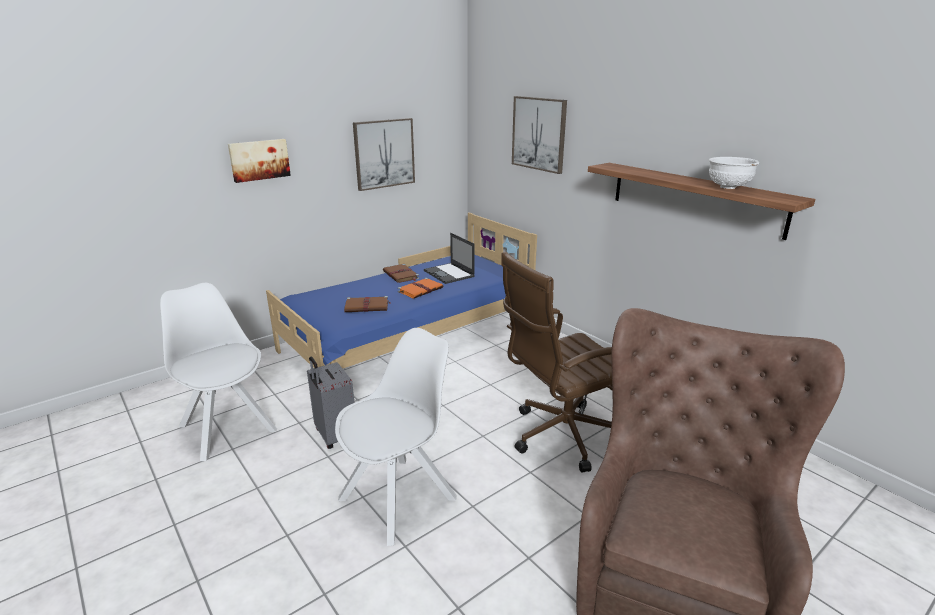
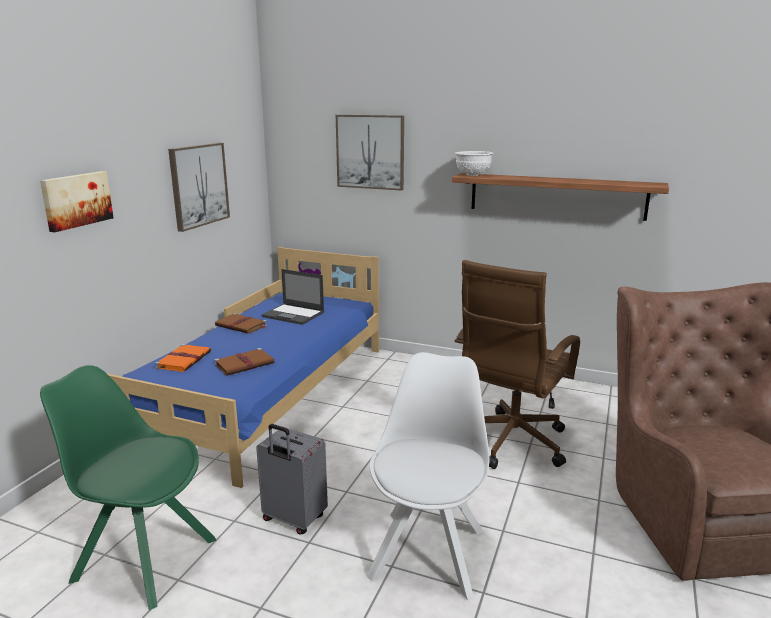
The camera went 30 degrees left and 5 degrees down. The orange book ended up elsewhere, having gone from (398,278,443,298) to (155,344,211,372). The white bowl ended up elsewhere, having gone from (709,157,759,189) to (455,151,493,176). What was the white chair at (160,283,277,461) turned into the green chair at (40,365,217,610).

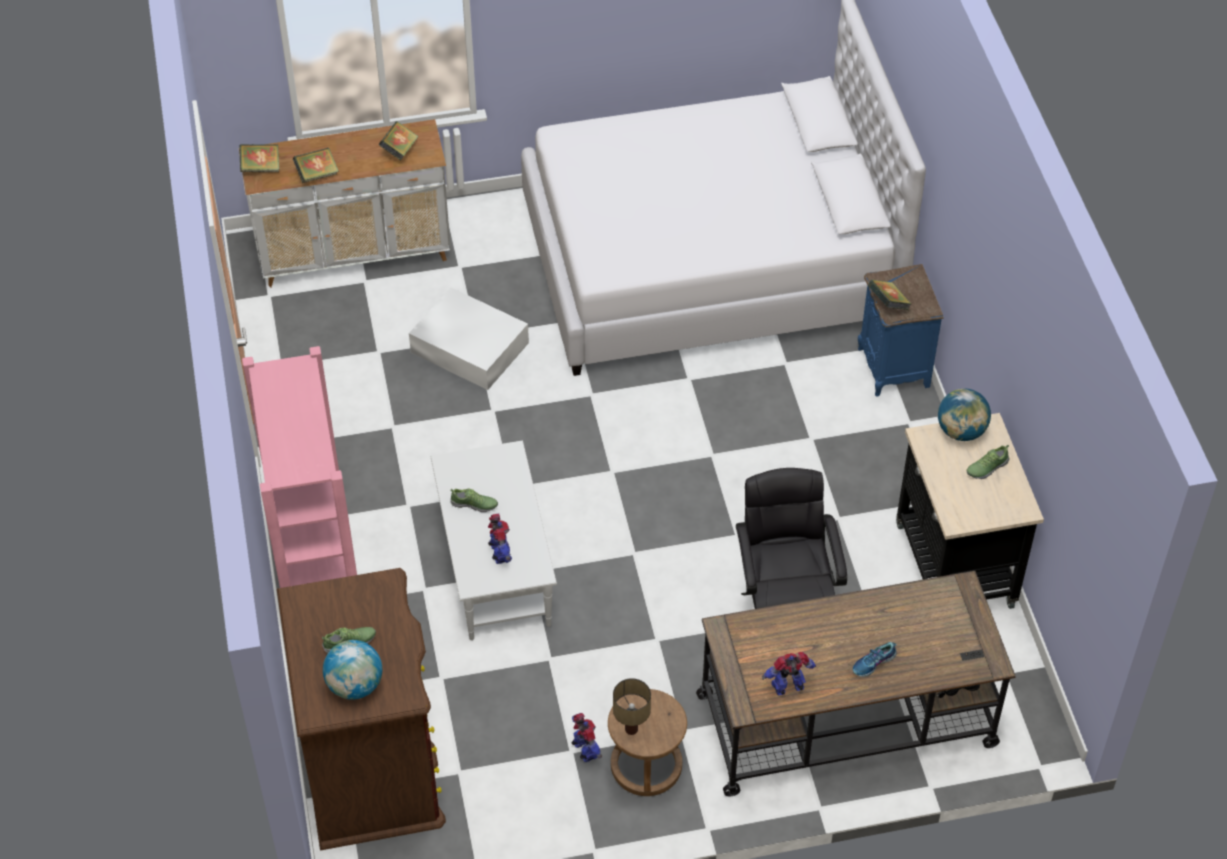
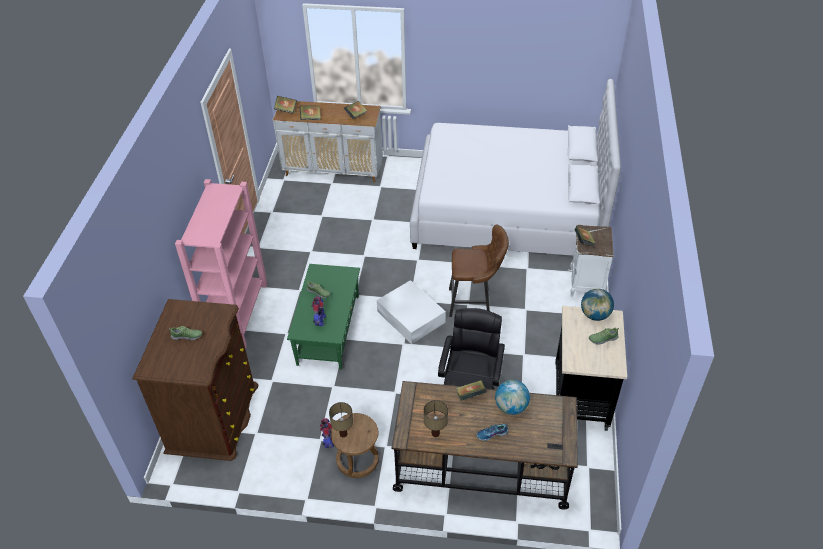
The camera went 20 degrees right and 5 degrees down. The second view gained the brown stool at (449,225,509,317). The second view gained the book at (456,380,487,401). The globe ended up elsewhere, having gone from (323,640,382,700) to (495,380,530,415). The white storage box ended up elsewhere, having gone from (409,287,529,390) to (377,280,446,344). Where the toy robot stood at (762,652,816,696), the table lamp came to stand at (424,400,448,437). What was the white coffee table at (431,441,557,640) turned into the green coffee table at (287,264,360,370). What was the blue nightstand at (858,264,944,396) turned into the white nightstand at (568,225,613,297).

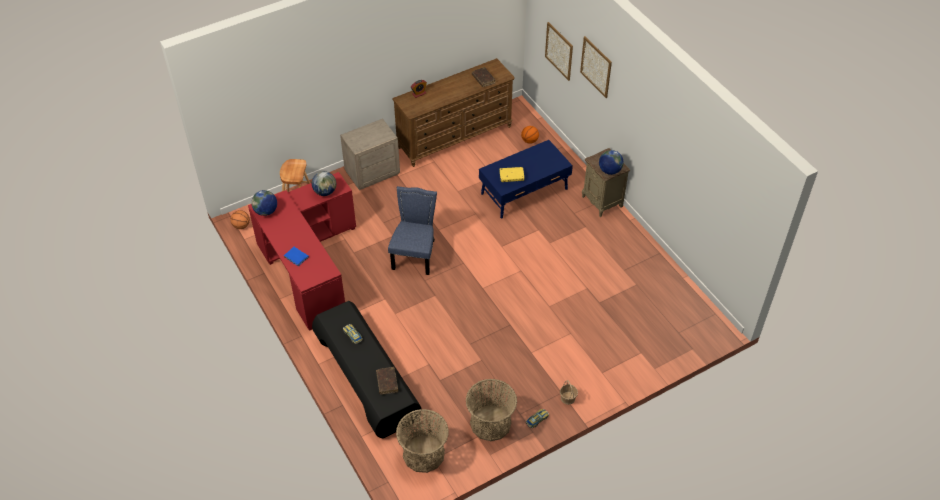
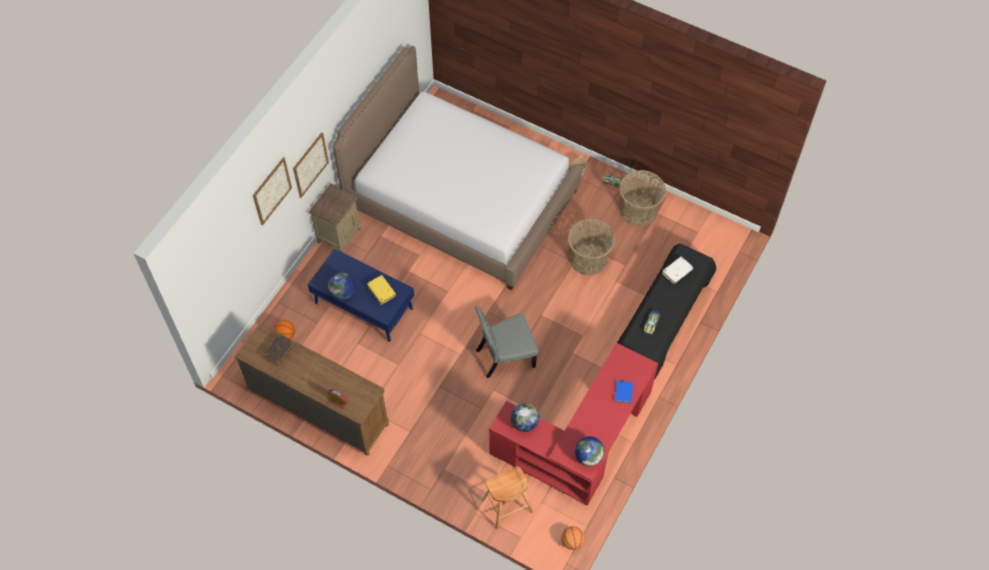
The camera went 120 degrees left and 10 degrees up. The second view lost the beige nightstand at (340,119,400,190). The second view gained the bed at (332,46,582,290). The basket ended up elsewhere, having gone from (396,409,449,473) to (568,218,615,275). The picture ended up elsewhere, having gone from (545,22,573,81) to (293,132,329,198). The globe ended up elsewhere, having gone from (599,150,624,175) to (328,273,355,299). What was the brown book at (376,367,398,394) turned into the white book at (662,257,693,284). What was the blue chair at (388,186,437,275) turned into the grey chair at (475,306,539,378).

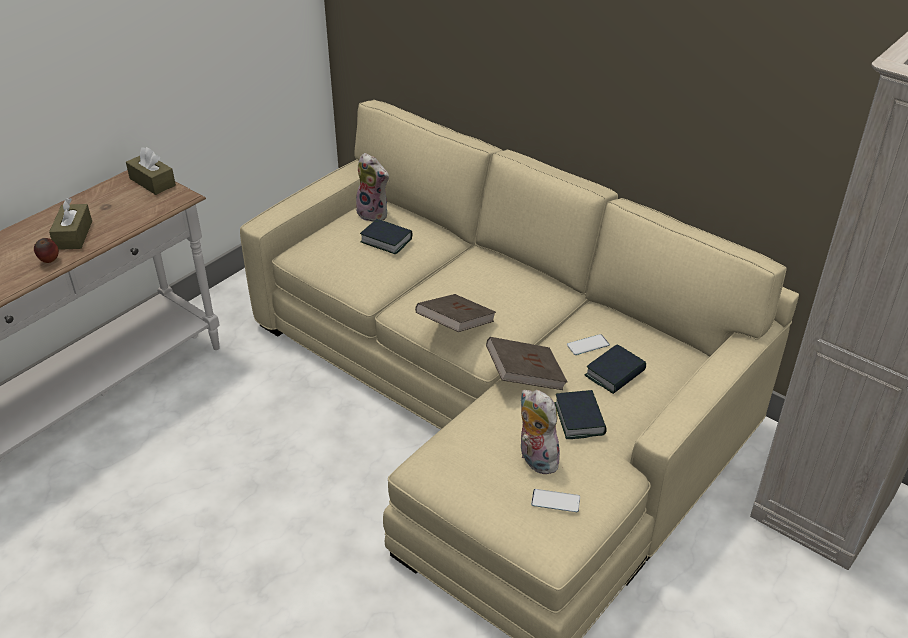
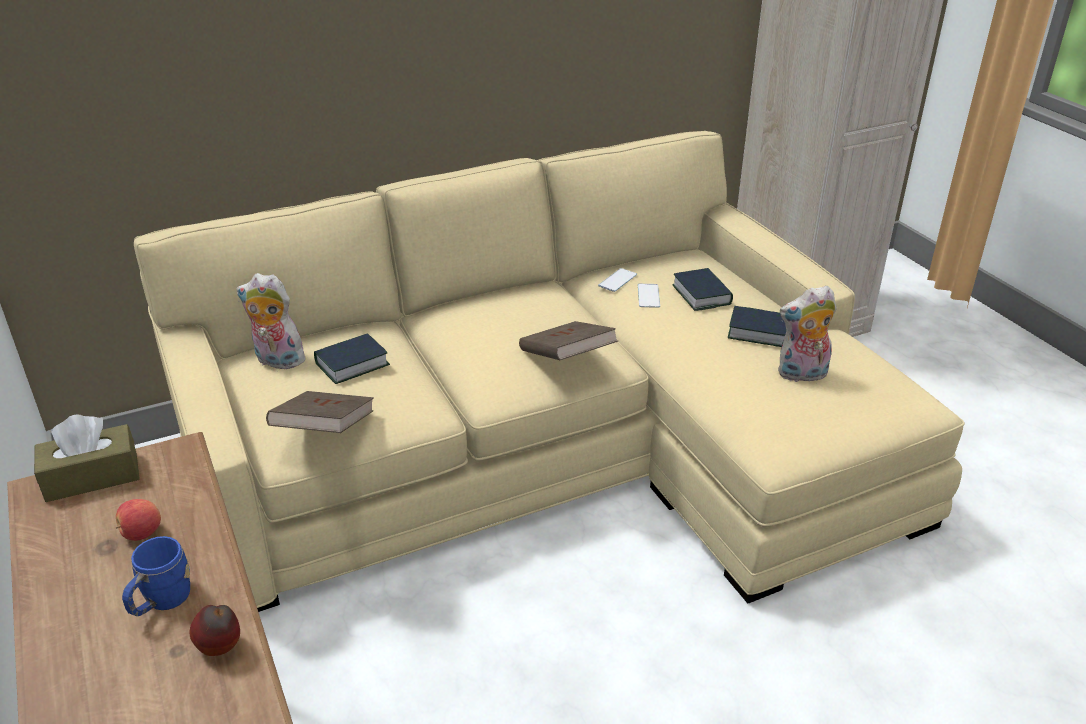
The camera went 65 degrees left and 5 degrees down. The second view gained the apple at (116,499,161,541). The brown book ended up elsewhere, having gone from (486,337,567,390) to (266,391,374,433). The phone ended up elsewhere, having gone from (531,489,580,512) to (598,268,637,292). Where the brown tissue box stood at (49,198,92,250), the blue mug came to stand at (122,536,190,616). The plush toy at (356,153,389,221) ended up facing another way, 135 degrees counterclockwise from before.

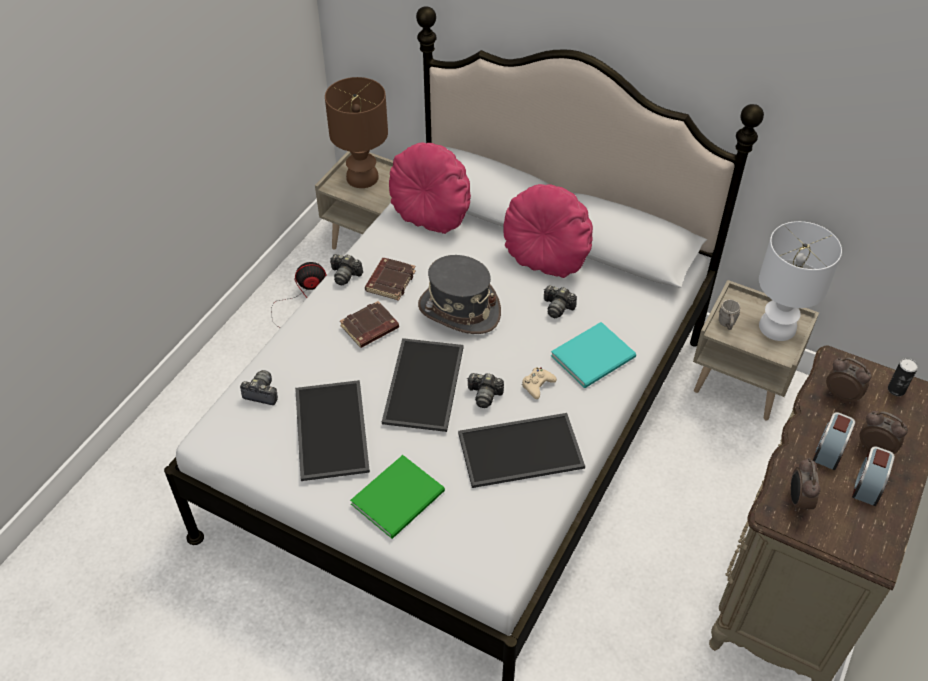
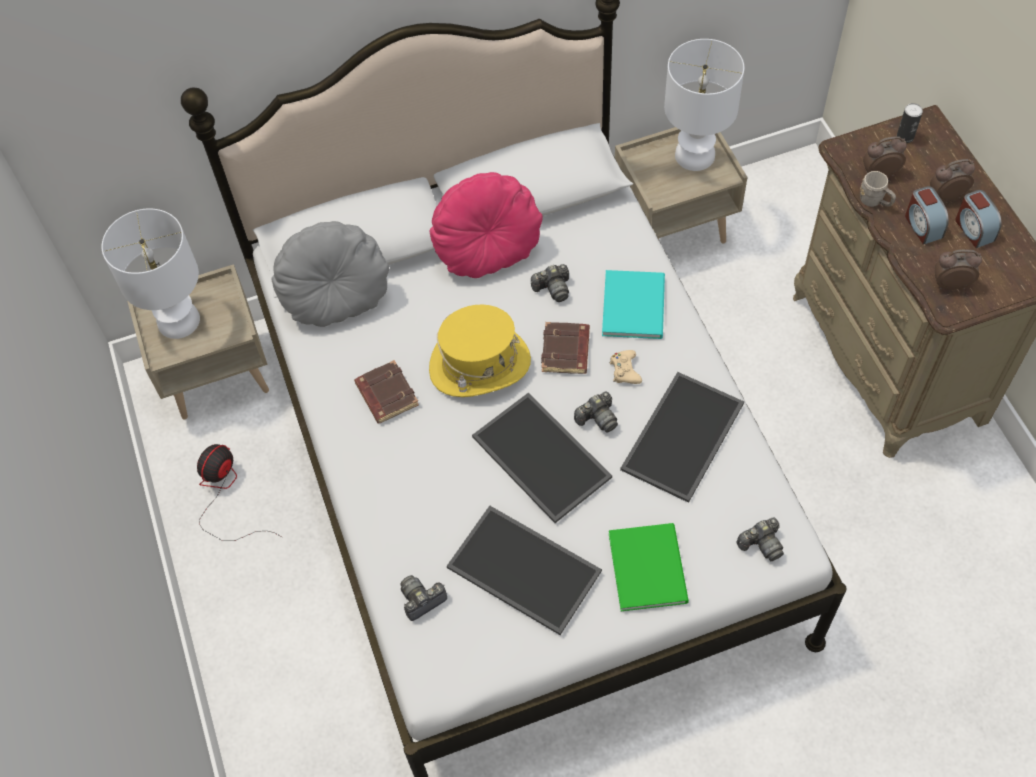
The camera went 45 degrees left and 10 degrees up. The photo camera ended up elsewhere, having gone from (330,254,363,285) to (737,518,784,561). The brown book ended up elsewhere, having gone from (340,301,399,348) to (541,322,590,374). The grey mug ended up elsewhere, having gone from (719,299,740,330) to (860,171,896,207). What was the brown table lamp at (325,77,388,188) turned into the white table lamp at (102,208,200,339). What was the pink pillow at (389,142,471,234) turned into the grey pillow at (271,221,389,327). What was the grey hat at (418,255,501,334) turned into the yellow hat at (429,304,531,397). The alarm clock at (791,458,820,511) ended up facing another way, 135 degrees clockwise from before.

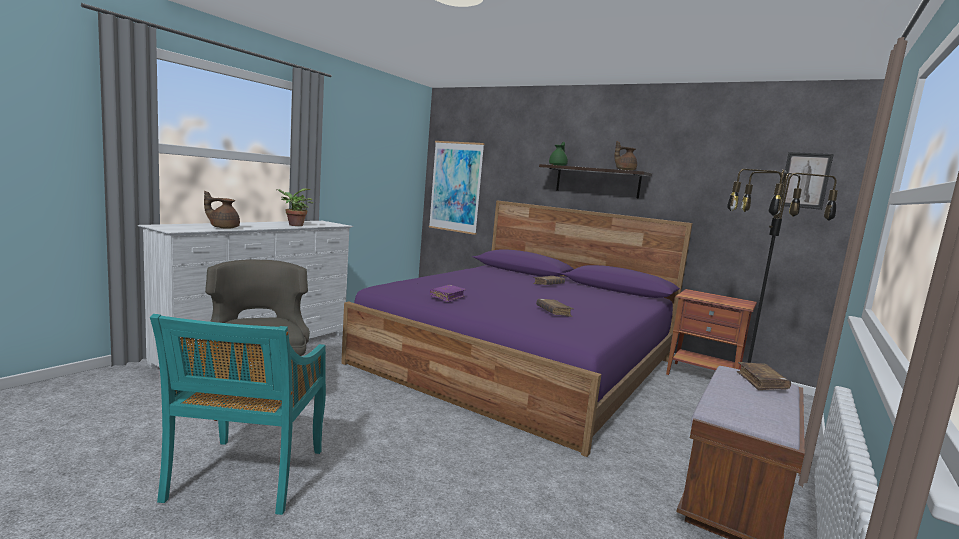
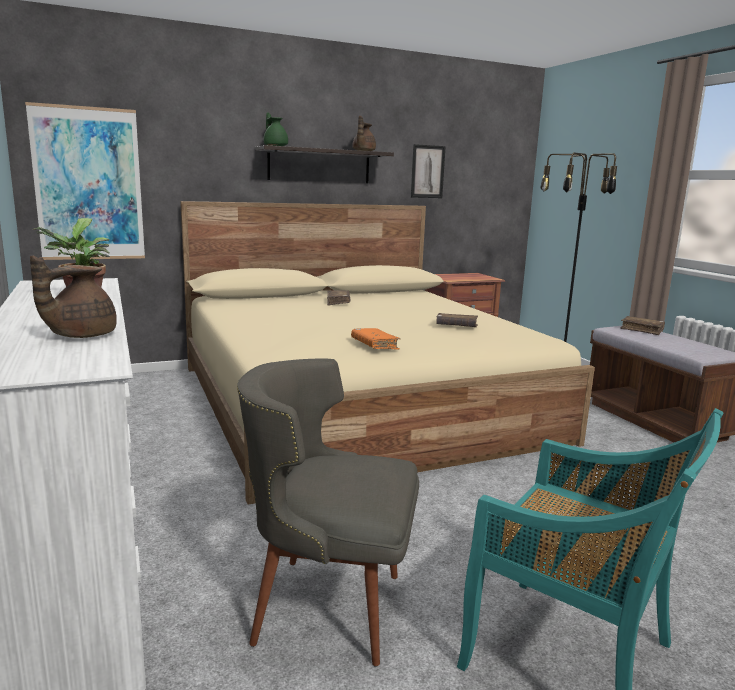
The camera went 55 degrees left and 5 degrees up. The picture ended up elsewhere, having gone from (782,152,834,210) to (411,144,446,198). What was the purple bed at (341,201,693,457) turned into the beige bed at (180,201,595,505). What was the purple book at (430,285,466,302) turned into the orange book at (351,328,400,349).

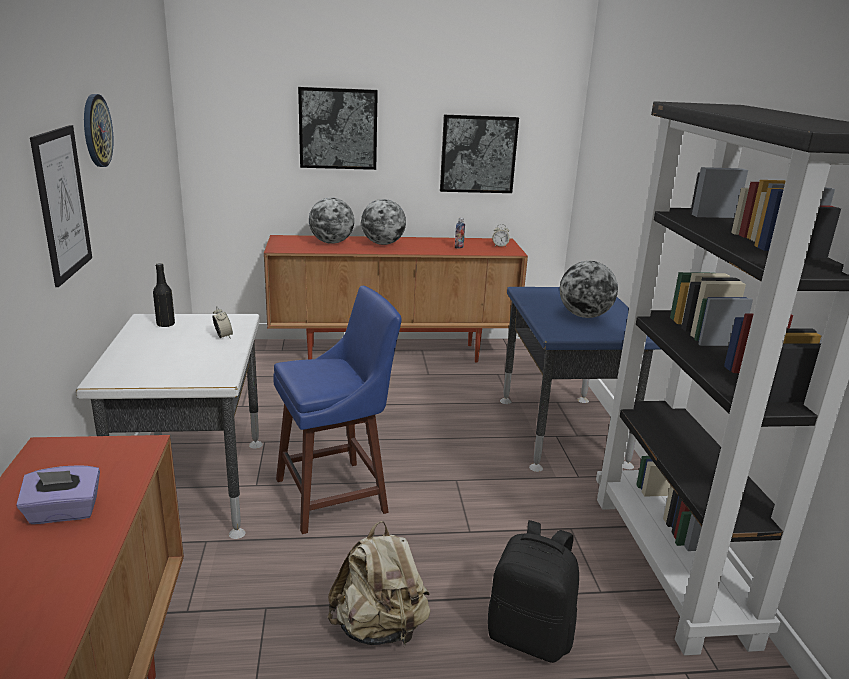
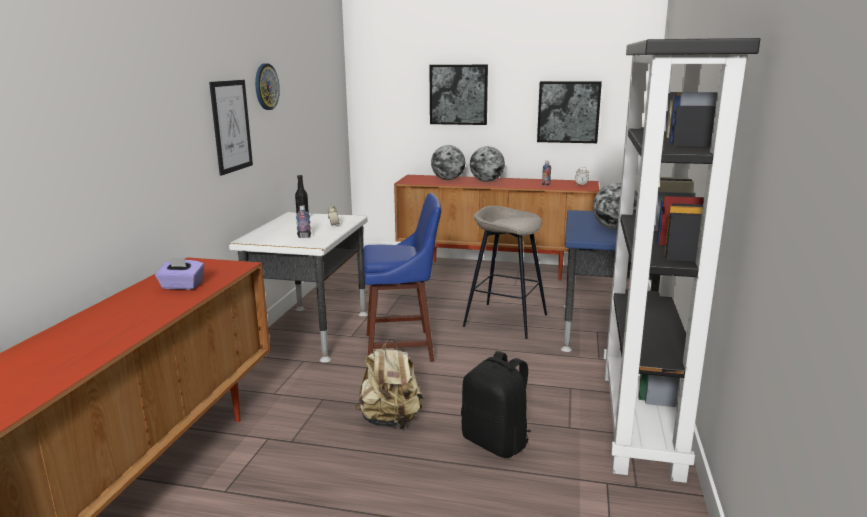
The camera went 20 degrees right and 5 degrees down. The second view gained the bottle at (296,206,311,238). The second view gained the grey stool at (463,206,547,339).

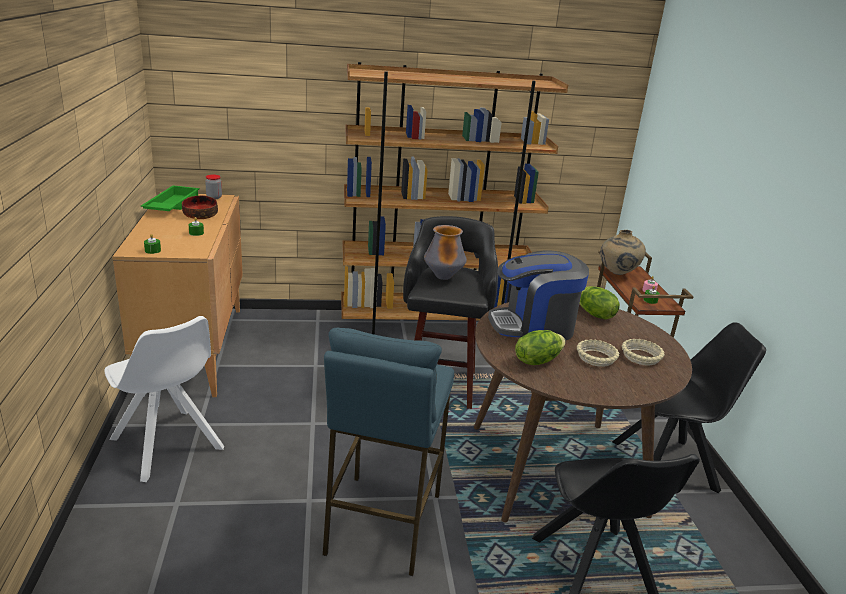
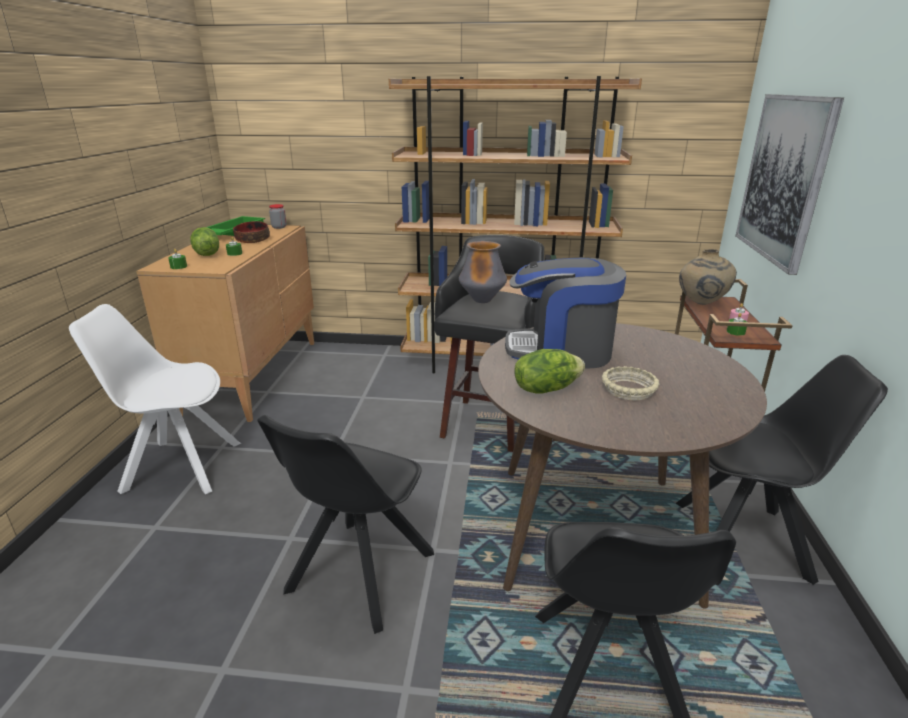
The camera went 15 degrees right and 0 degrees up. The second view lost the beige bowl at (622,339,665,366). The second view gained the picture at (735,94,844,275). The lettuce ended up elsewhere, having gone from (579,286,620,320) to (190,227,219,256). Where the blue stool stood at (323,328,454,576), the black chair came to stand at (257,415,434,634). The white chair at (104,316,224,482) ended up facing another way, 120 degrees clockwise from before.

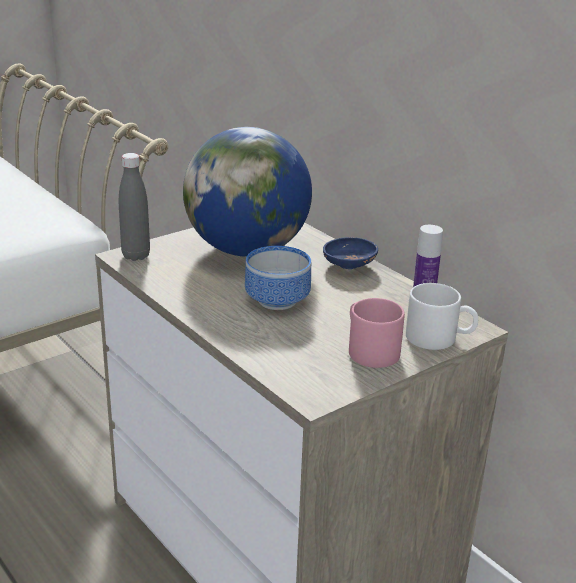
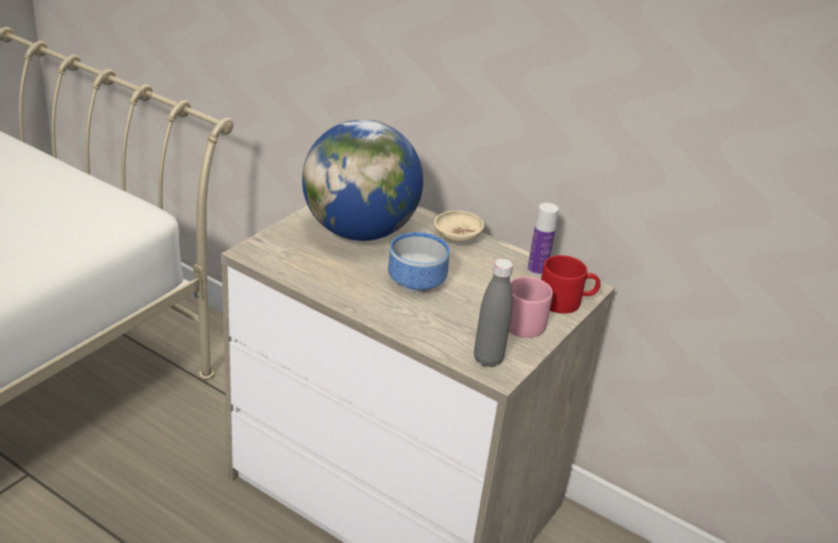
The camera went 20 degrees left and 5 degrees up. The grey bottle ended up elsewhere, having gone from (119,153,150,261) to (474,258,513,367). What was the blue bowl at (323,237,378,269) turned into the beige bowl at (434,211,484,242). What was the white mug at (406,283,478,350) turned into the red mug at (541,255,601,314).

